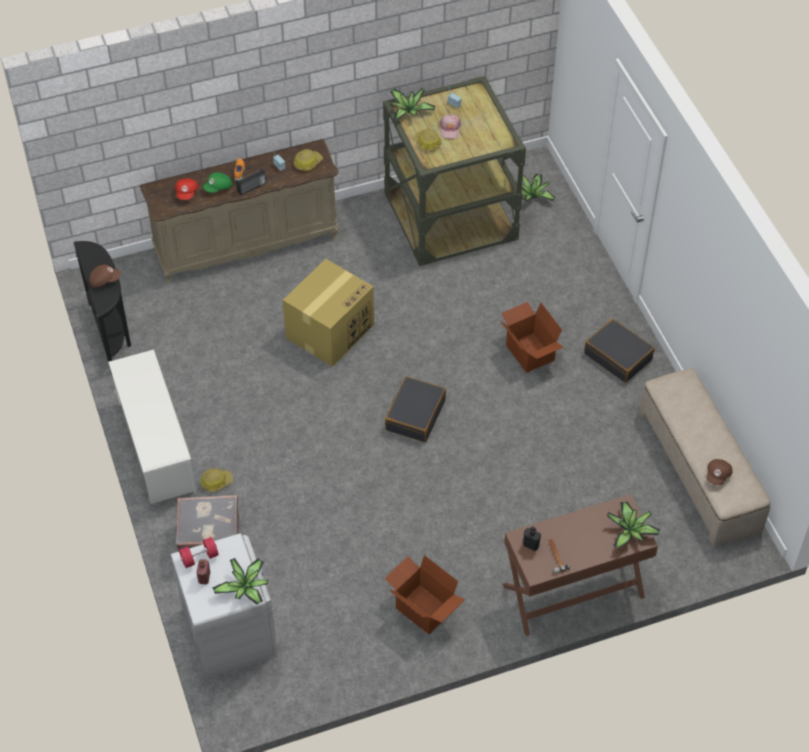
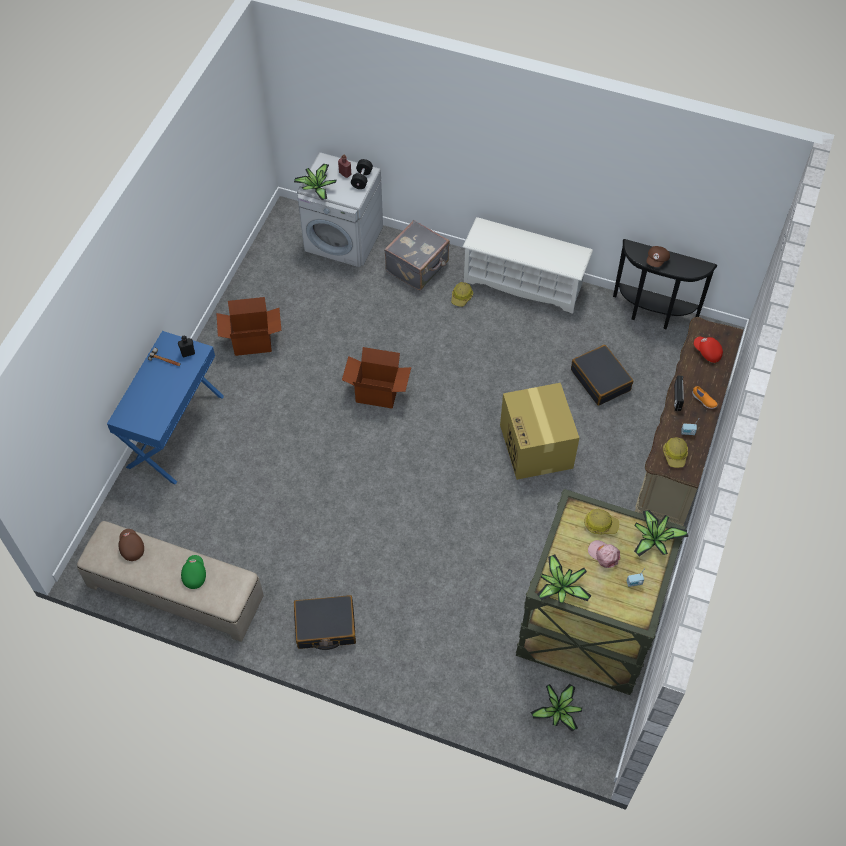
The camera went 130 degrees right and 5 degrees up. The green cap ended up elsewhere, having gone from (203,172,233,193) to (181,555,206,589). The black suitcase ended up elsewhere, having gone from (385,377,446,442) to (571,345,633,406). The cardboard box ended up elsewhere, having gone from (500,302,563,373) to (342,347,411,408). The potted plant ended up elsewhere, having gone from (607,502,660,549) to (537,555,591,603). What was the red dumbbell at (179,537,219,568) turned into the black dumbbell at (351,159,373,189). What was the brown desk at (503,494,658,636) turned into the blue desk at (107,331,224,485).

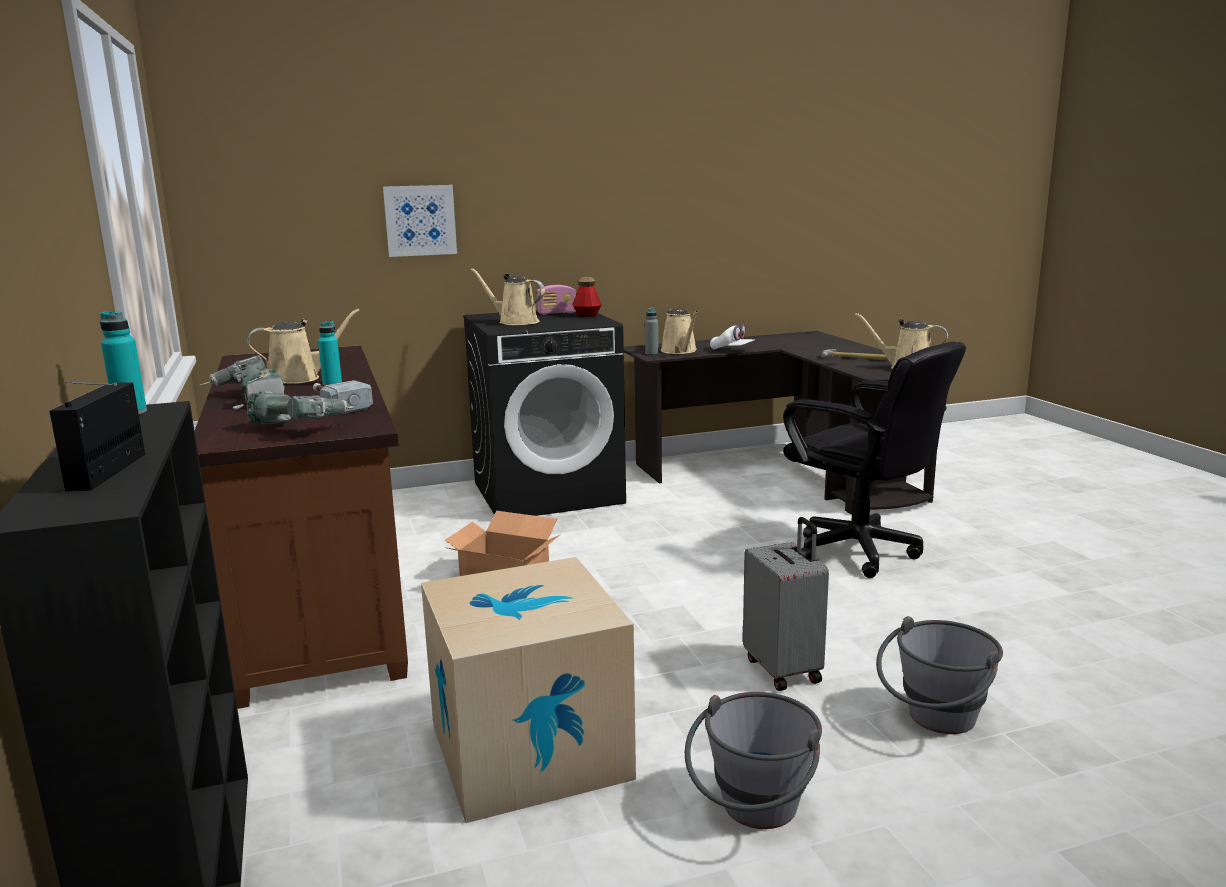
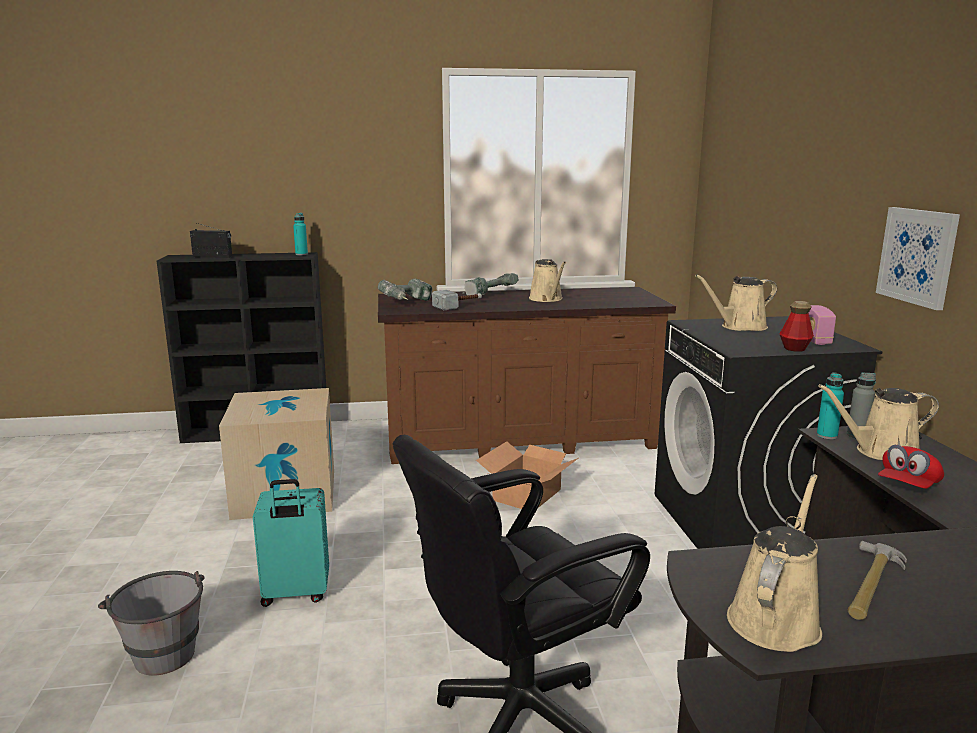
The camera went 100 degrees right and 0 degrees up. The second view lost the grey bucket at (685,692,822,829). The turquoise bottle ended up elsewhere, having gone from (318,321,342,385) to (817,373,844,439). The picture ended up elsewhere, having gone from (383,185,457,257) to (876,207,960,310). What was the white cap at (710,324,755,350) turned into the red cap at (878,445,944,489). What was the grey suitcase at (743,517,829,691) turned into the turquoise suitcase at (253,479,329,607). The beige watering can at (470,268,545,325) ended up facing another way, 150 degrees counterclockwise from before.

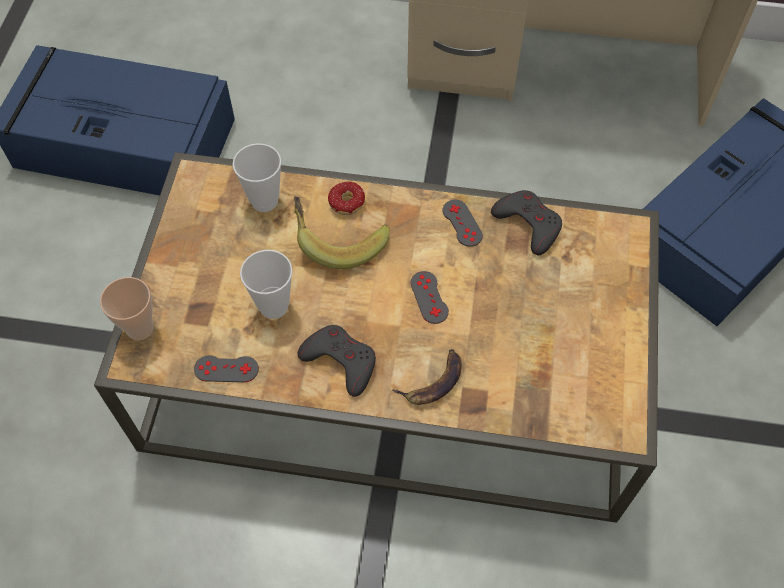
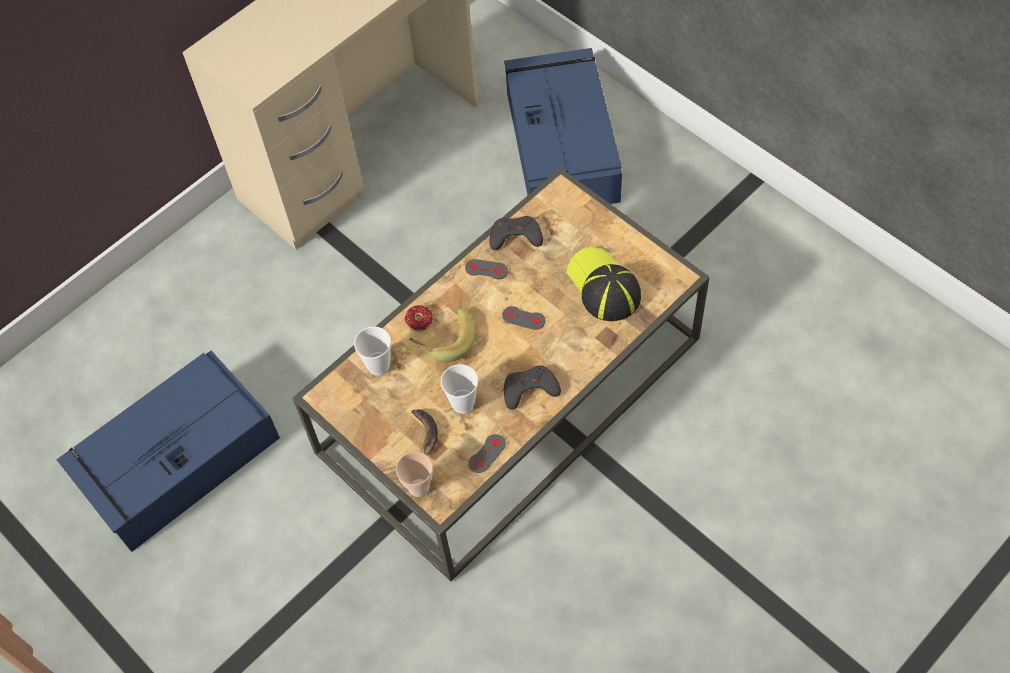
The camera went 50 degrees left and 0 degrees up. The second view gained the cap at (566,247,641,321). The banana ended up elsewhere, having gone from (393,349,462,405) to (412,409,438,455).

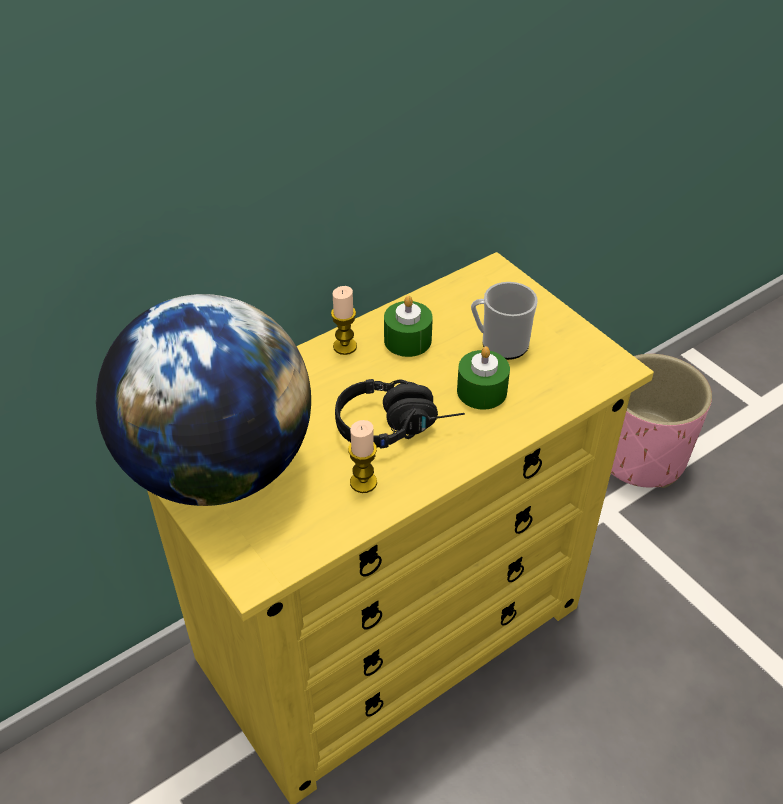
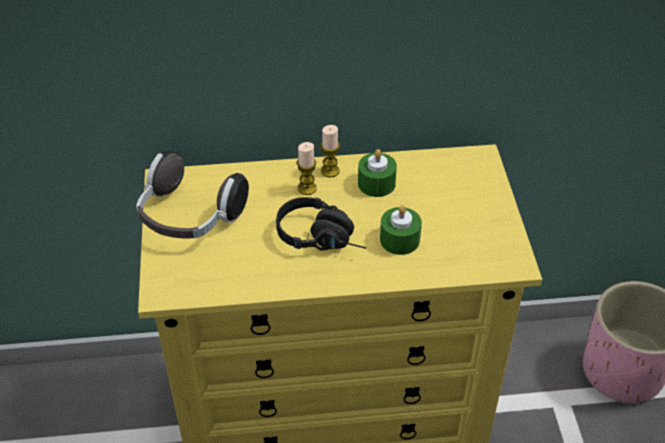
The camera went 30 degrees right and 0 degrees up. The second view lost the mug at (471,282,538,360). The candle ended up elsewhere, having gone from (348,420,377,493) to (297,142,317,195). Where the globe stood at (96,294,311,506), the headphones came to stand at (136,150,249,239).

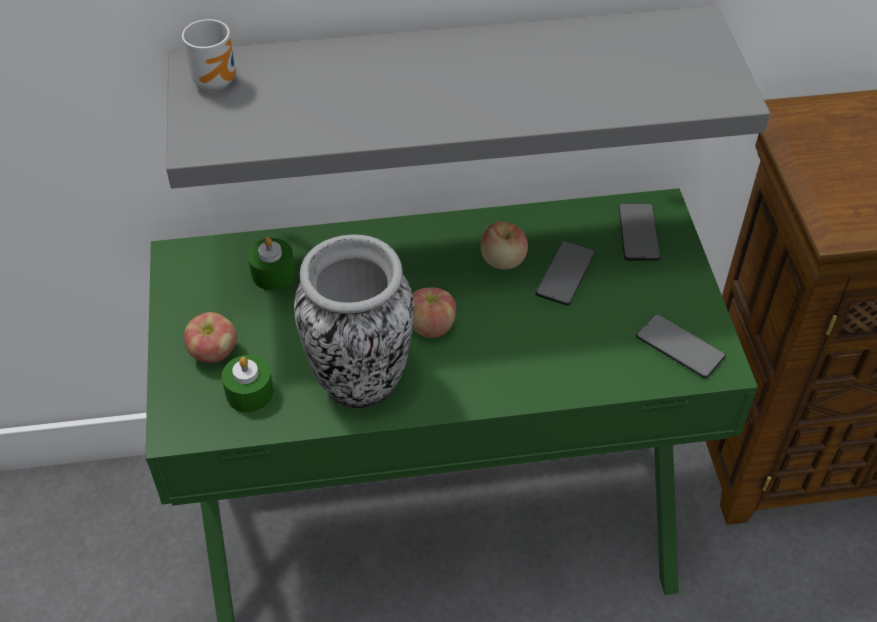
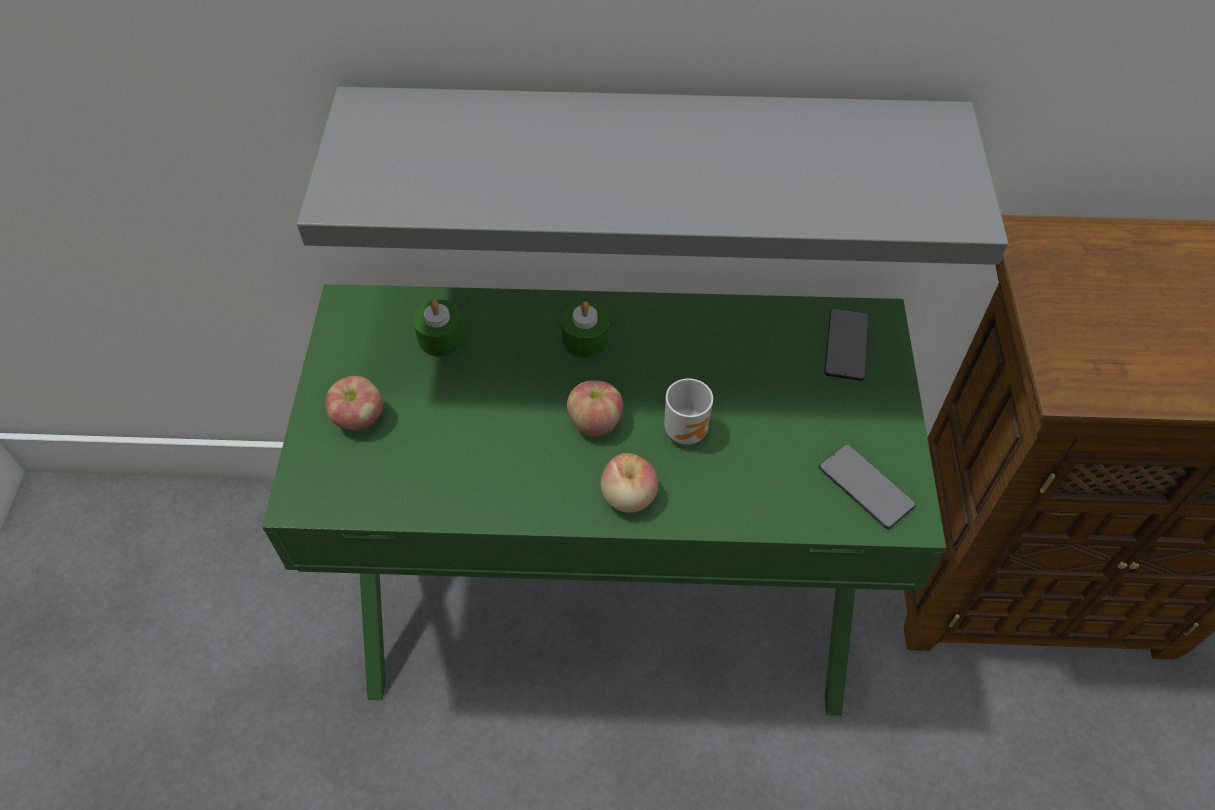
The camera went 10 degrees right and 5 degrees up. The second view lost the vase at (294,234,414,408). The second view lost the phone at (536,241,595,306). The mug ended up elsewhere, having gone from (182,19,235,91) to (664,378,713,445). The green candle ended up elsewhere, having gone from (222,355,274,413) to (561,301,609,358). The apple ended up elsewhere, having gone from (481,221,528,270) to (601,453,658,513).

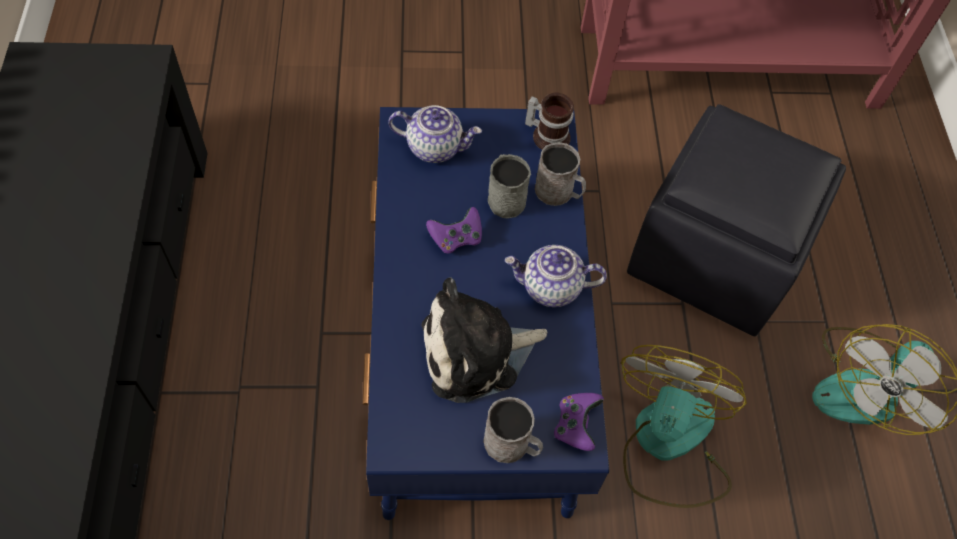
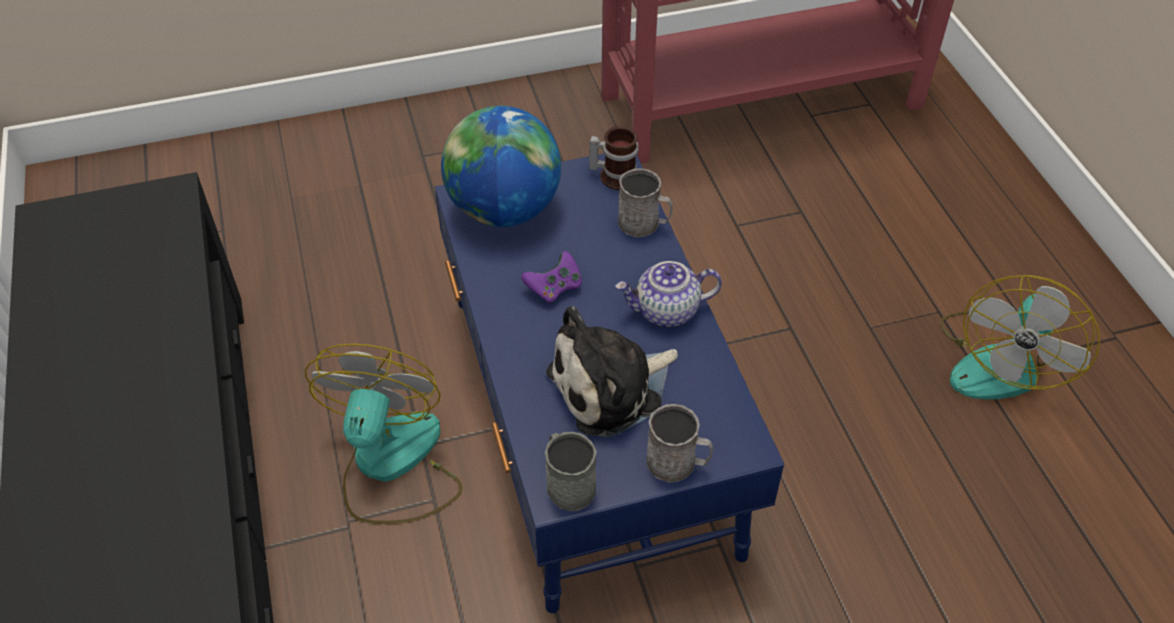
The camera went 10 degrees left and 10 degrees down. The second view lost the purple game controller at (554,393,604,451). The second view lost the black ottoman at (627,104,846,336). The grey mug ended up elsewhere, having gone from (488,154,531,218) to (545,432,597,511). The fan ended up elsewhere, having gone from (621,345,747,508) to (305,344,463,524). Where the teapot stood at (388,105,482,163), the globe came to stand at (441,106,561,227).

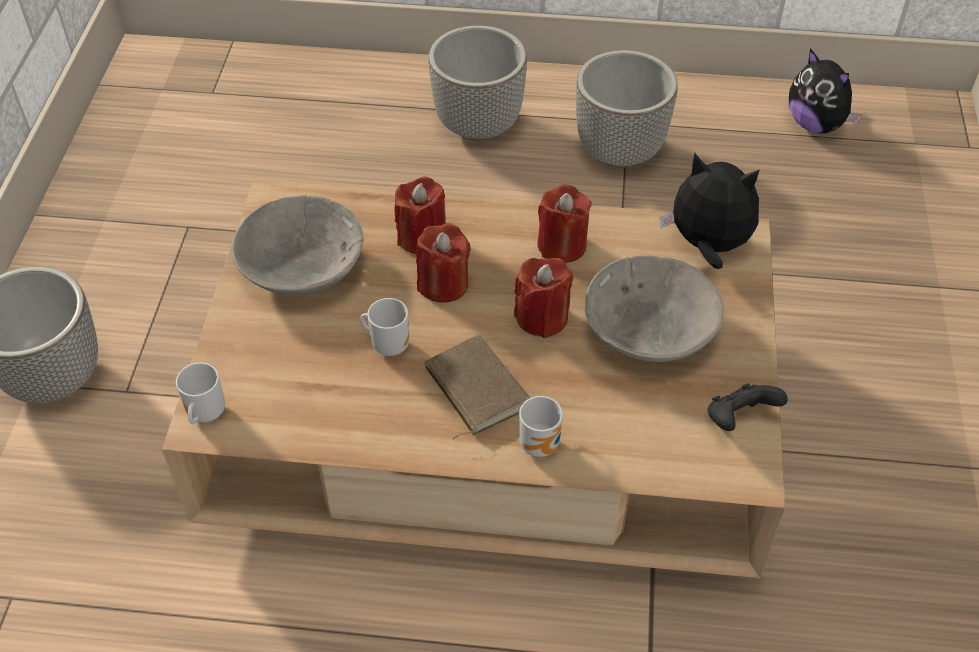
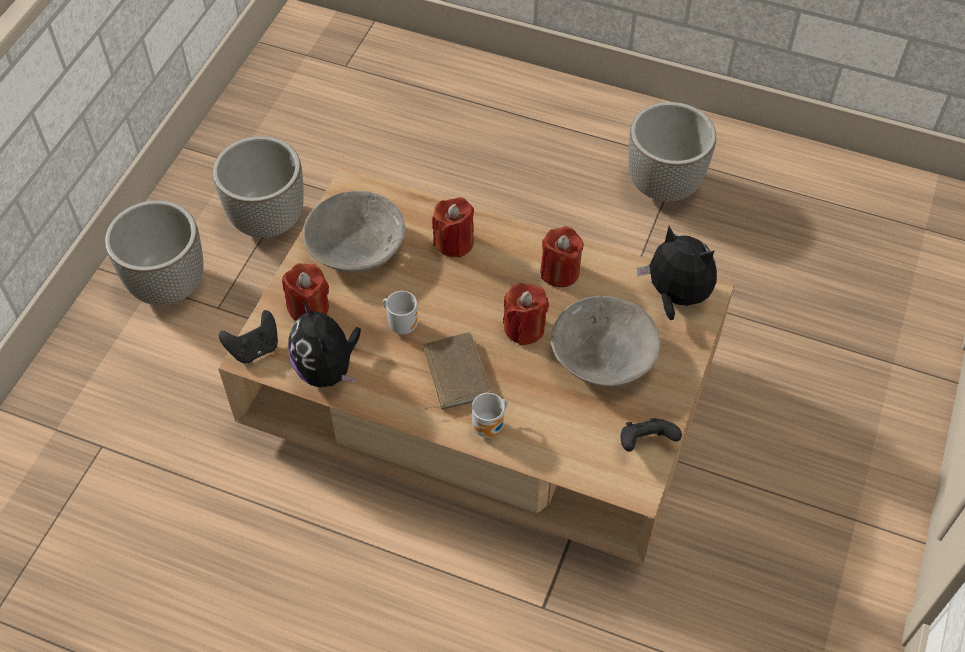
The camera went 15 degrees right and 5 degrees up. The red candle ended up elsewhere, having gone from (416,223,471,303) to (282,263,329,321). The planter ended up elsewhere, having gone from (428,25,527,141) to (213,136,304,238). The plush toy ended up elsewhere, having gone from (789,48,862,133) to (288,300,361,388). Where the mug stood at (176,363,225,424), the black game controller came to stand at (219,310,278,363).

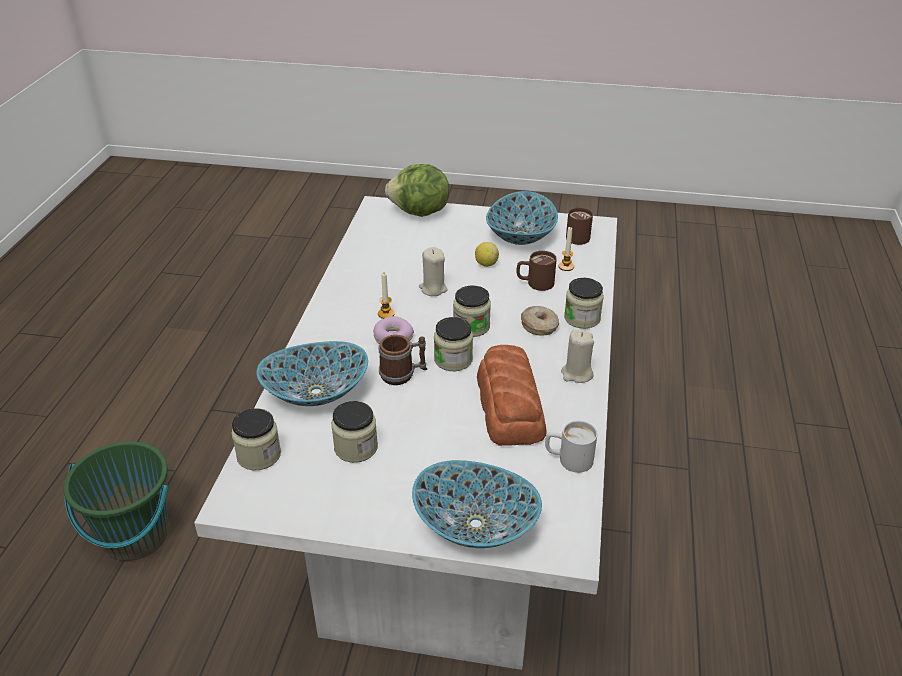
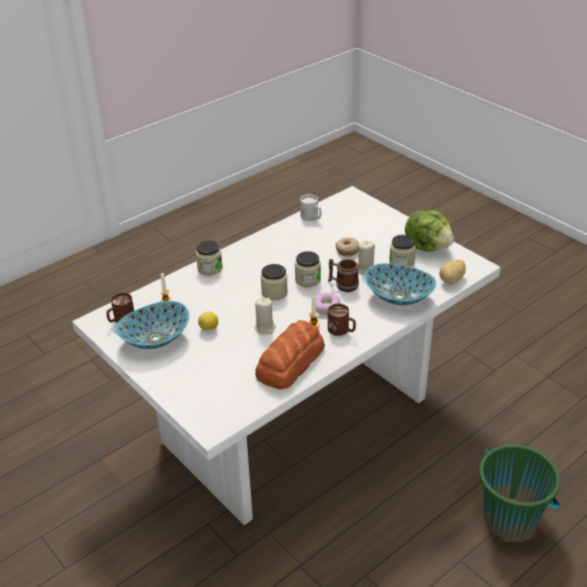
The camera went 140 degrees left and 0 degrees up. The second view lost the bowl at (412,460,542,548). The lettuce ended up elsewhere, having gone from (385,164,449,217) to (405,210,454,252). The bread ended up elsewhere, having gone from (477,345,546,446) to (255,320,325,390). The brown mug ended up elsewhere, having gone from (517,251,557,291) to (328,304,356,336). The donut ended up elsewhere, having gone from (521,306,559,336) to (336,237,359,257). The beige candle ended up elsewhere, having gone from (561,329,594,383) to (358,241,375,275). Where the jar stood at (231,408,281,470), the potato came to stand at (439,259,466,284).

